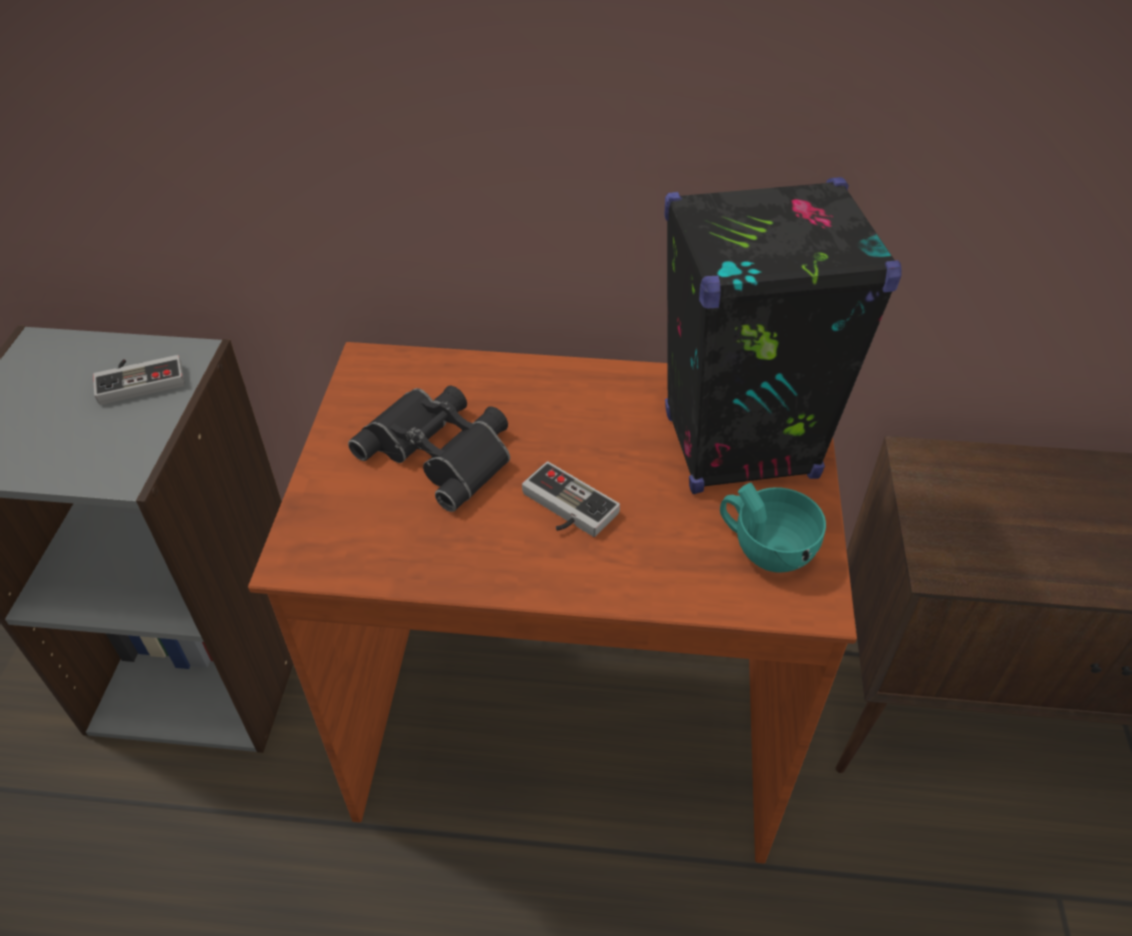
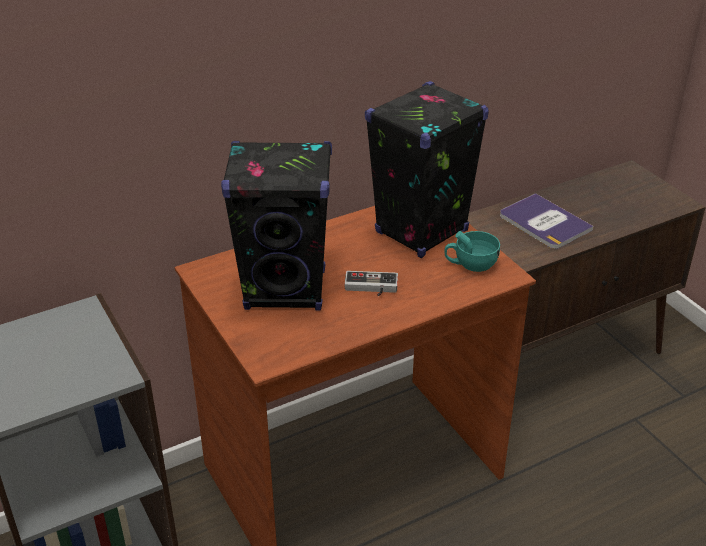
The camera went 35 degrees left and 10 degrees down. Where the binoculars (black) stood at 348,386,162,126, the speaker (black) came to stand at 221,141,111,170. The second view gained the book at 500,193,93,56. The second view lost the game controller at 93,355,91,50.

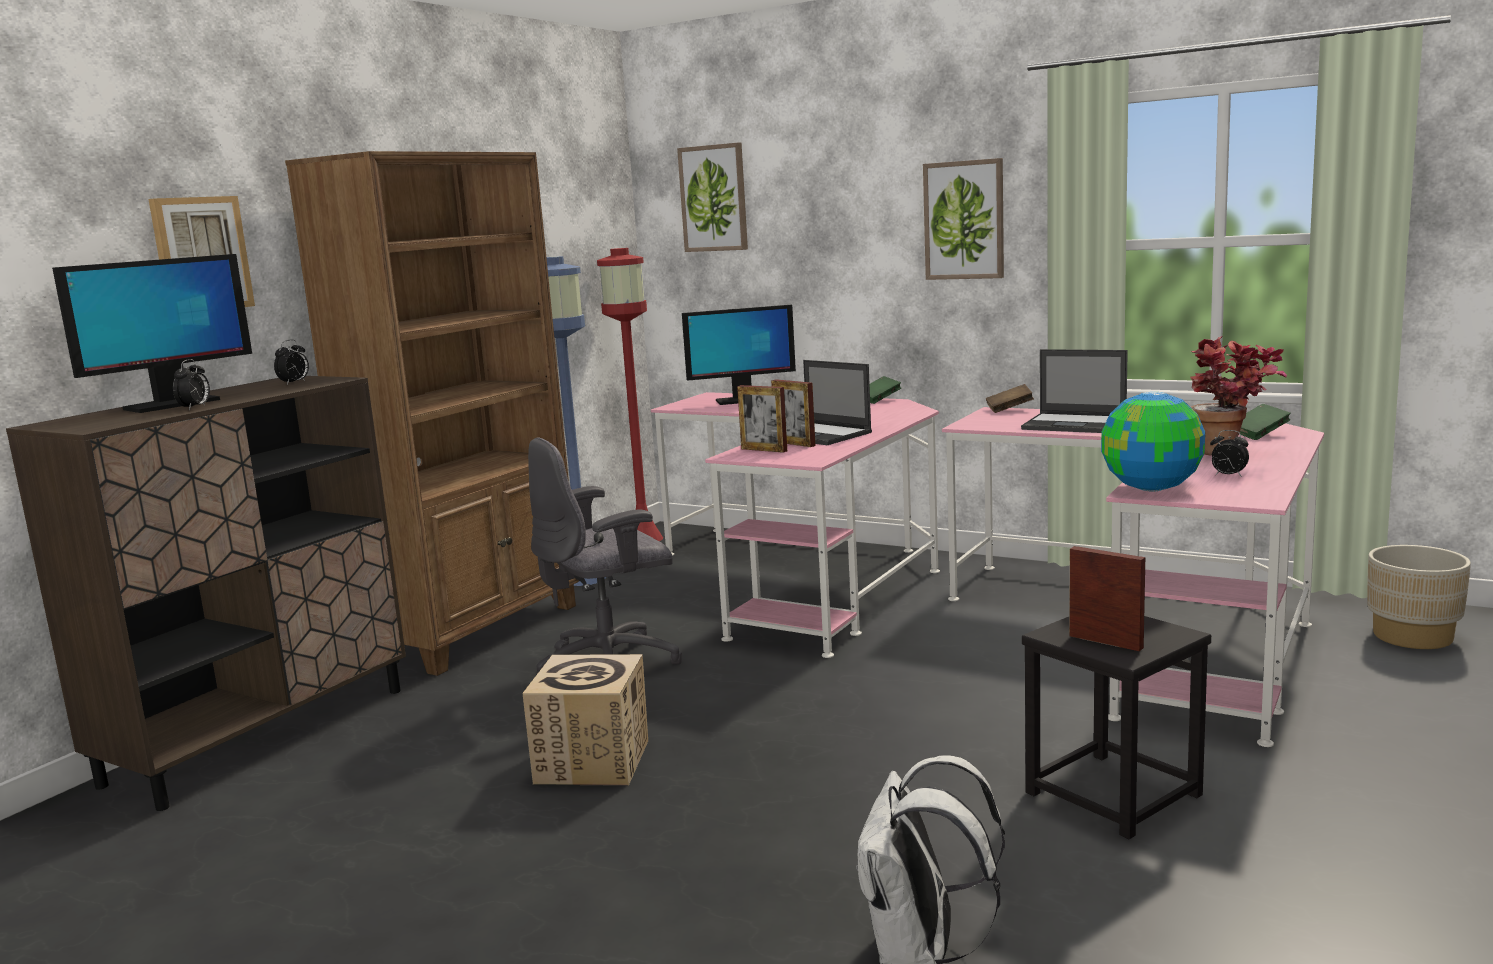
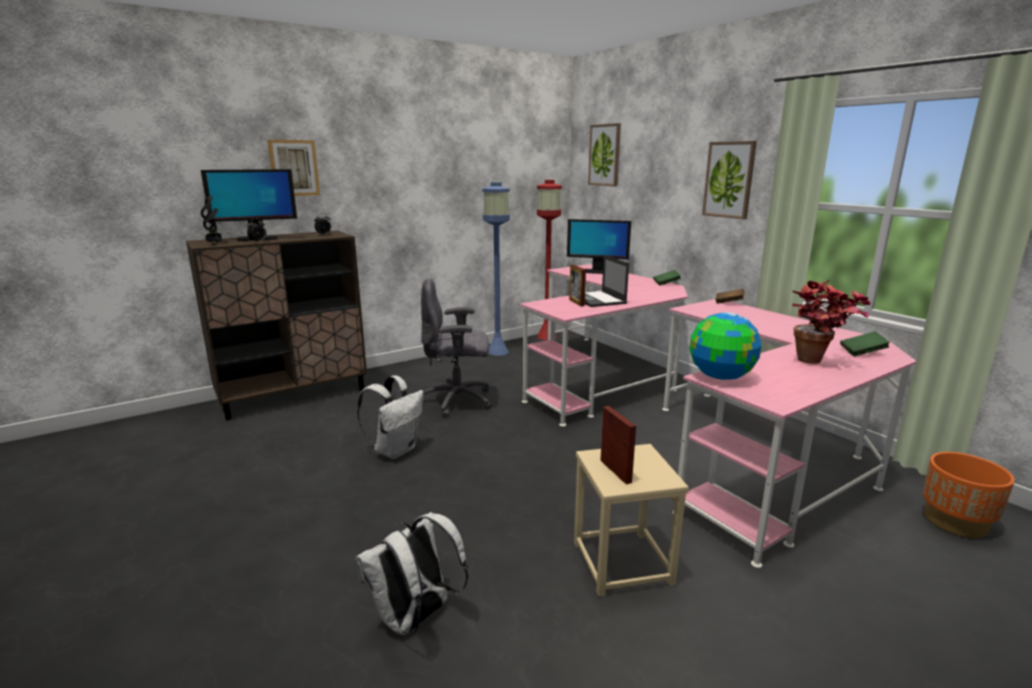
The camera went 25 degrees right and 5 degrees up. The second view gained the potted plant at 201,196,22,48. Where the cardboard box stood at 522,654,126,132, the backpack (white) came to stand at 357,375,67,84. What was the stool (black) at 1022,616,189,223 turned into the stool (beige) at 574,444,115,153. What was the planter (beige) at 1367,545,104,104 turned into the planter (orange) at 923,452,92,86. The second view lost the bookcase (brown) at 285,151,294,525. The second view lost the picture frame at 737,385,50,68. The second view lost the laptop at 1021,349,107,84. The second view lost the alarm clock at 1210,430,39,47.

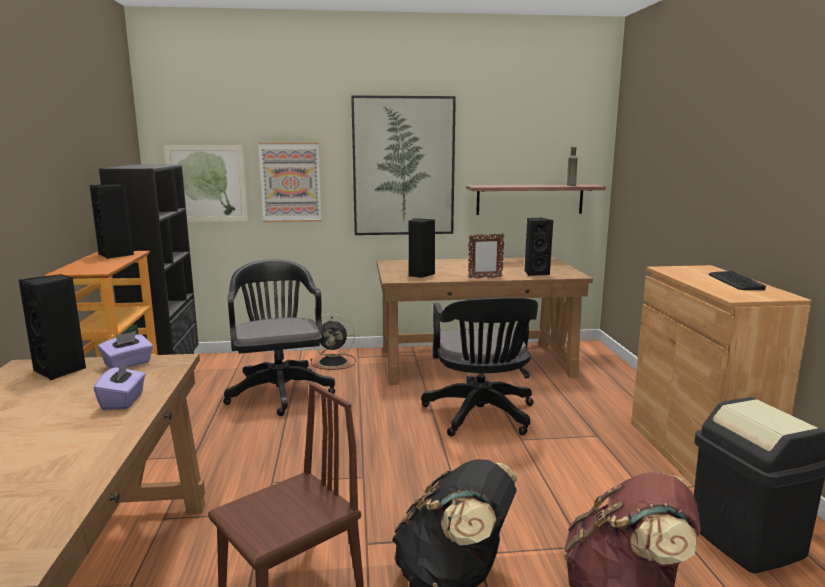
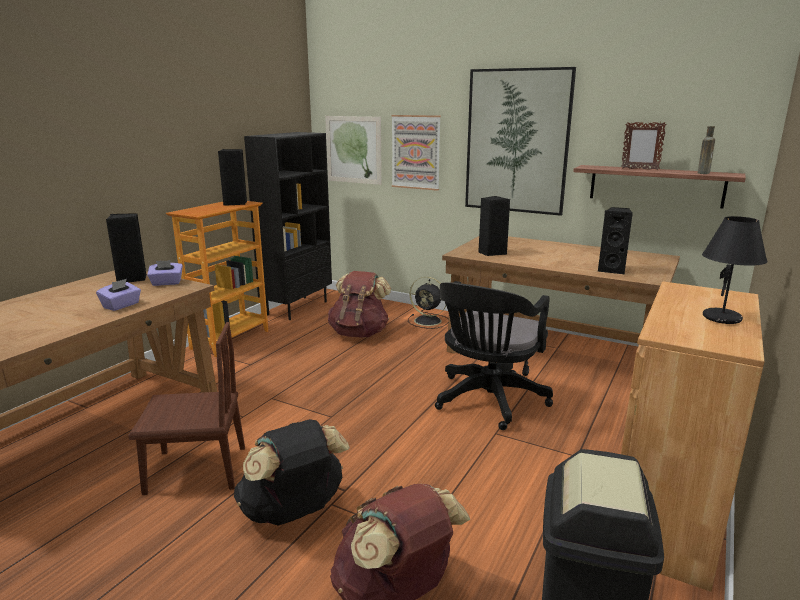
The camera went 35 degrees right and 5 degrees up. Where the office chair (black) stood at 223,259,112,157, the backpack (brown) came to stand at 328,271,63,67. The picture frame ended up elsewhere, having gone from 468,233,37,46 to 621,122,46,48. Where the keyboard stood at 709,271,57,19, the table lamp (black) came to stand at 702,216,65,108.

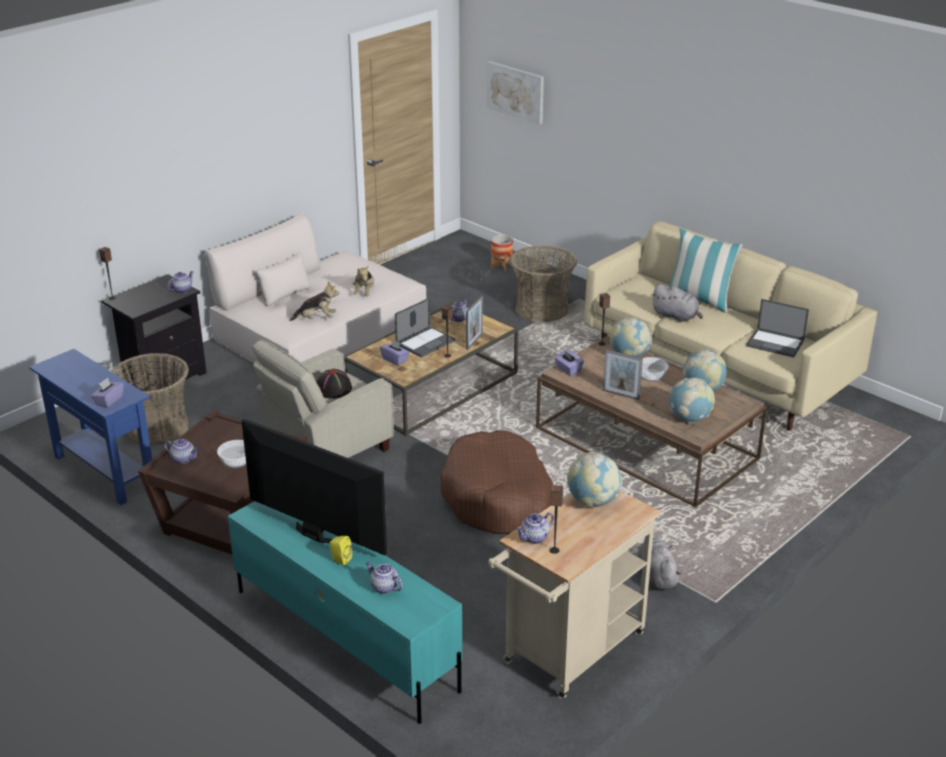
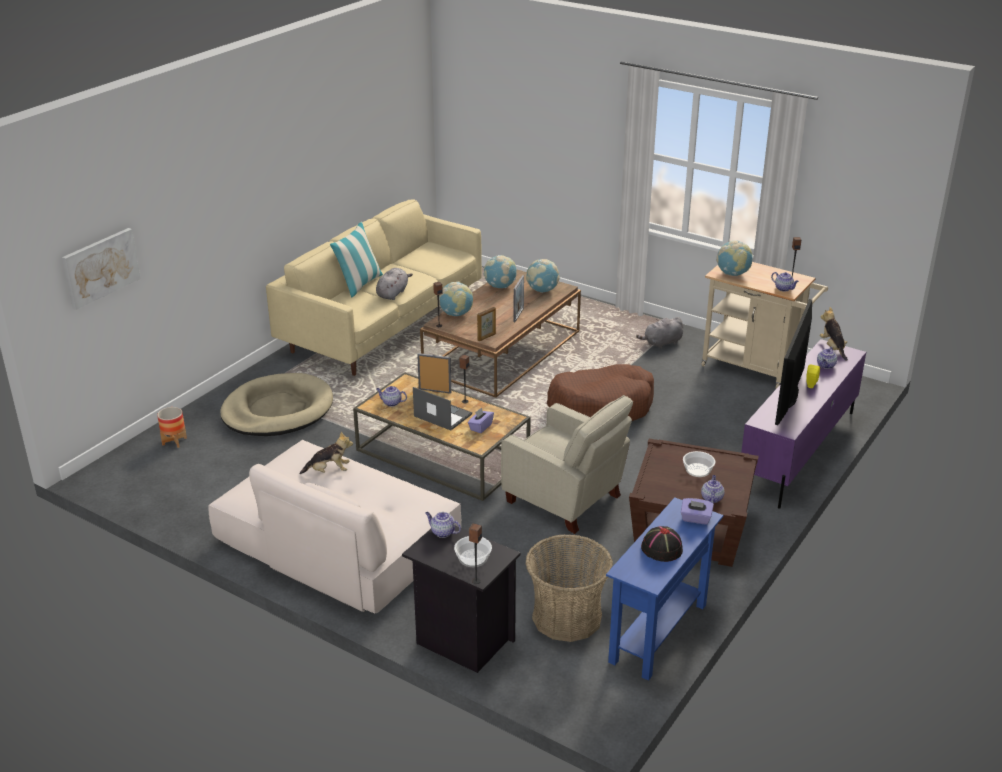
The camera went 100 degrees left and 0 degrees up. Where the basket stood at 510,245,67,77, the dog bed (beige) came to stand at 220,373,113,63. The bowl ended up elsewhere, having gone from 641,357,28,25 to 454,536,38,31. Where the tissue box (purple) stood at 555,350,29,26, the picture frame came to stand at 477,307,19,34. The hat (black) ended up elsewhere, having gone from 317,369,35,30 to 641,526,42,36. What was the tv stand (turquoise) at 228,501,234,223 turned into the tv stand (purple) at 741,339,125,169. The plush toy ended up elsewhere, having gone from 289,281,50,40 to 820,307,28,54. The second view lost the laptop at 746,299,63,59.

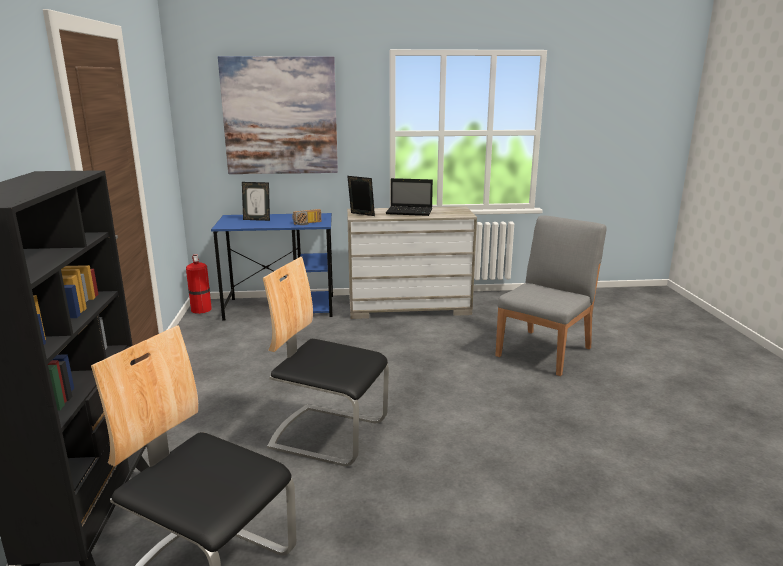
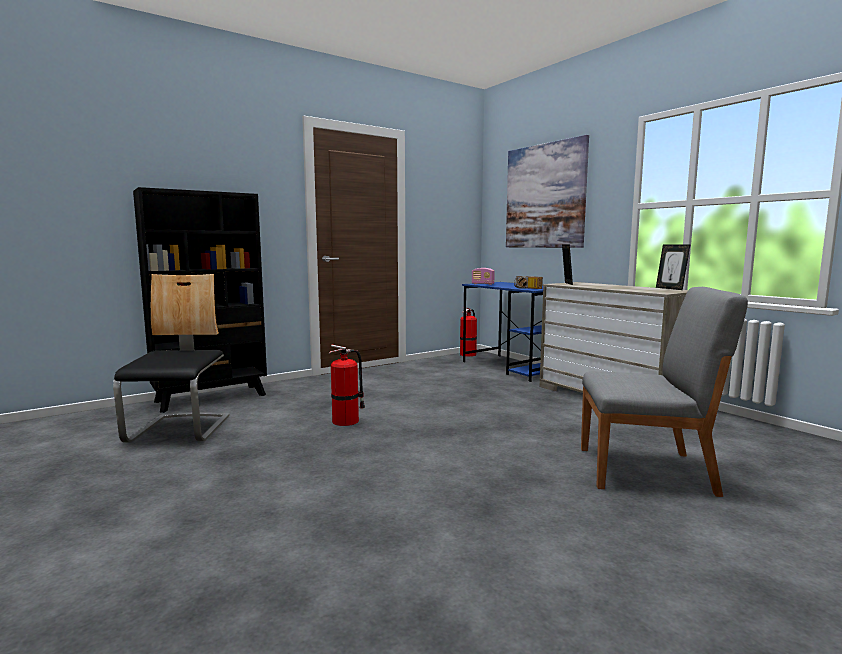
The camera went 60 degrees right and 10 degrees down. Where the chair stood at 263,257,126,209, the fire extinguisher came to stand at 329,345,36,81. The second view gained the radio at 472,268,23,17. The picture frame ended up elsewhere, having gone from 242,182,28,39 to 656,244,35,46. The second view lost the laptop at 386,178,47,38.

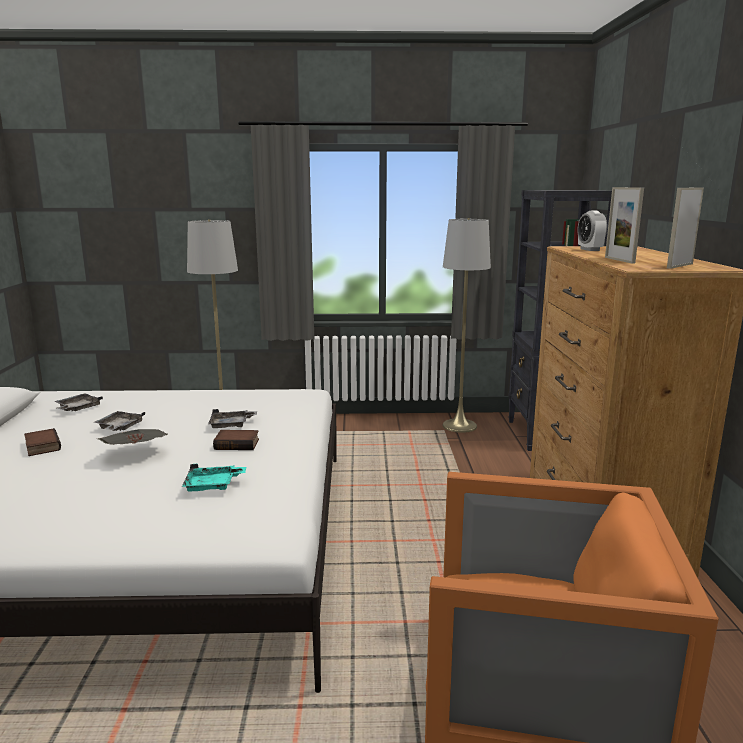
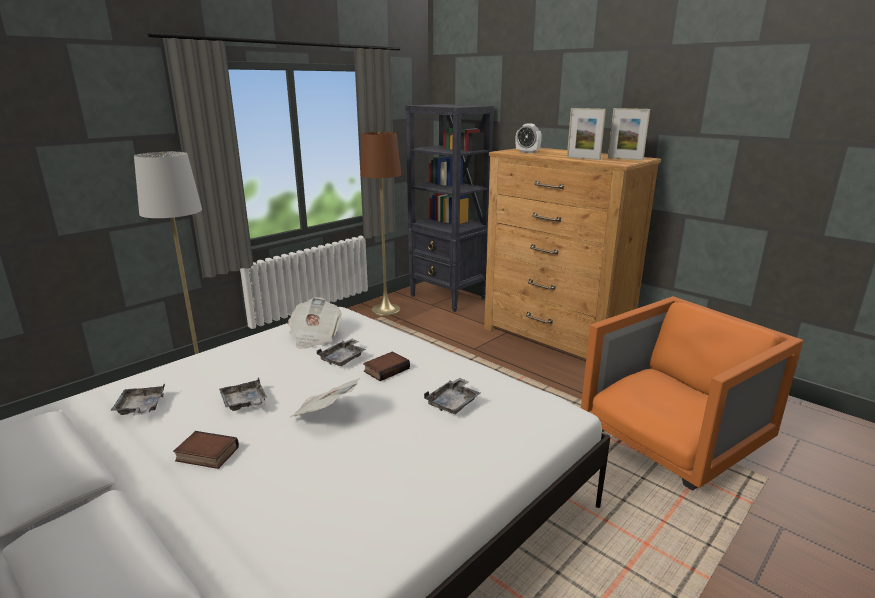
The camera went 45 degrees left and 5 degrees up. The second view gained the newspaper at 288,297,54,52. What was the floor lamp (grey) at 443,218,48,215 turned into the floor lamp (brown) at 360,132,41,184. What was the tray (turquoise) at 182,464,64,27 turned into the tray (grey) at 424,378,56,36. The picture frame at 667,188,37,81 ended up facing another way, 60 degrees counterclockwise from before.

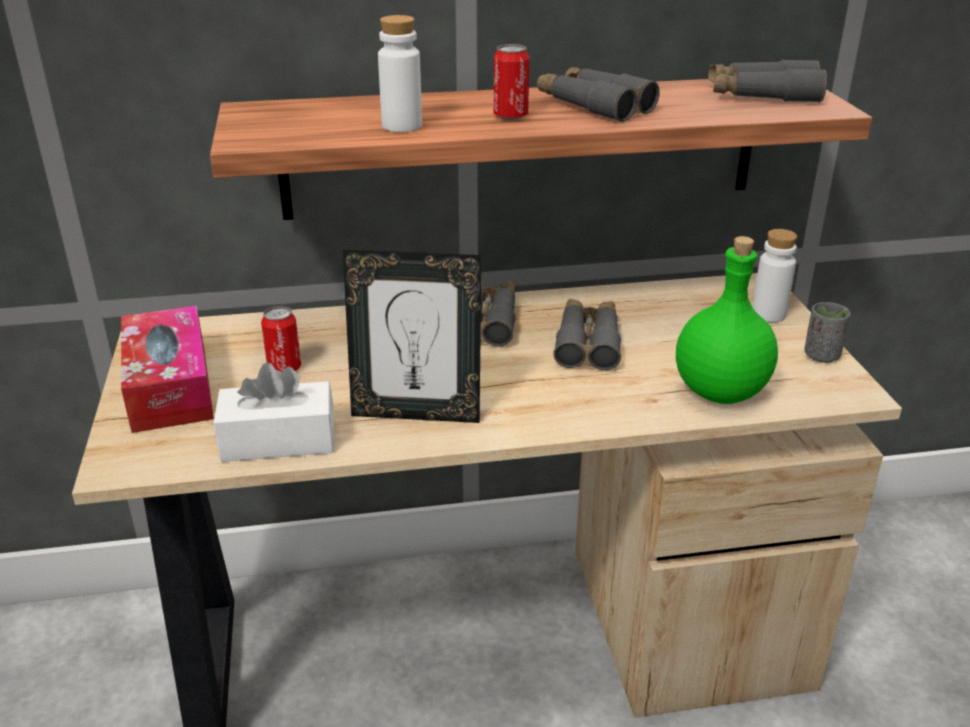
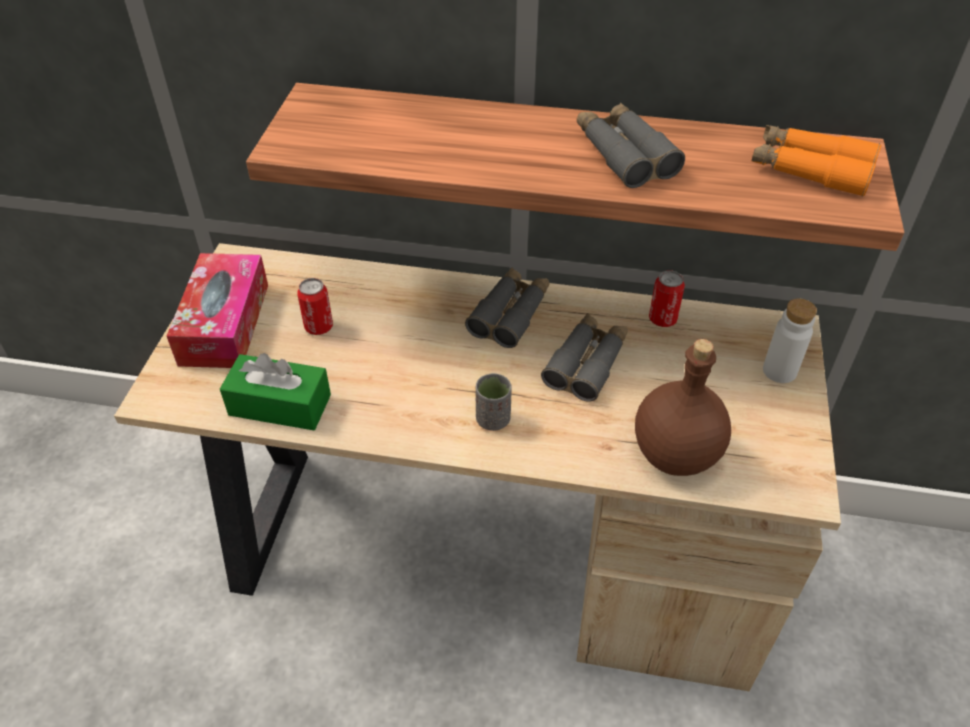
The camera went 20 degrees right and 15 degrees up. What was the tissue box (white) at 213,362,121,100 turned into the tissue box (green) at 220,353,111,77. The cup (grey) ended up elsewhere, having gone from 804,302,47,61 to 476,373,36,58. What was the bottle (green) at 676,236,102,168 turned into the bottle (brown) at 635,339,96,137. The can ended up elsewhere, having gone from 494,44,36,76 to 649,270,36,57. What was the binoculars (grey) at 708,59,119,44 turned into the binoculars (orange) at 752,125,129,72. The second view lost the picture frame at 343,250,138,173. The second view lost the bottle (white) at 378,15,44,117.

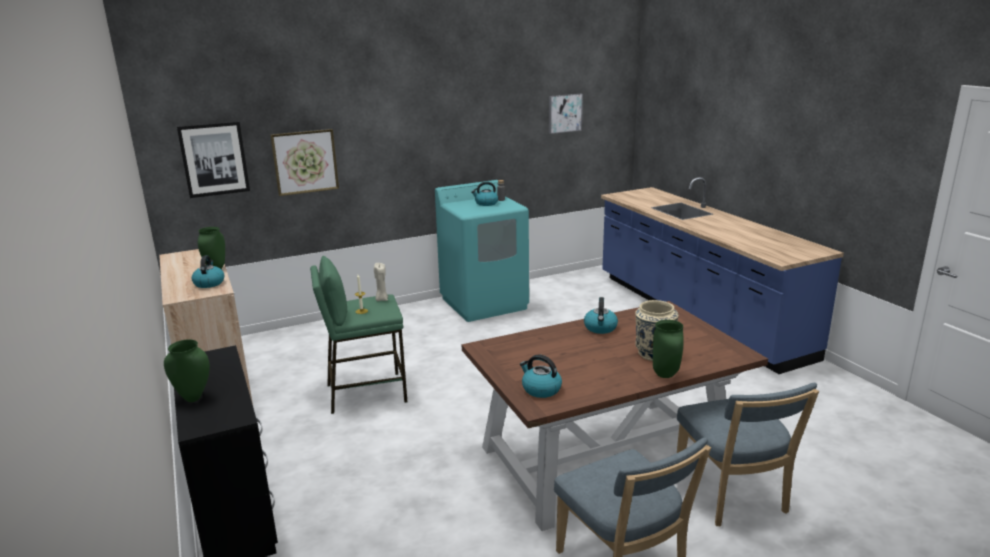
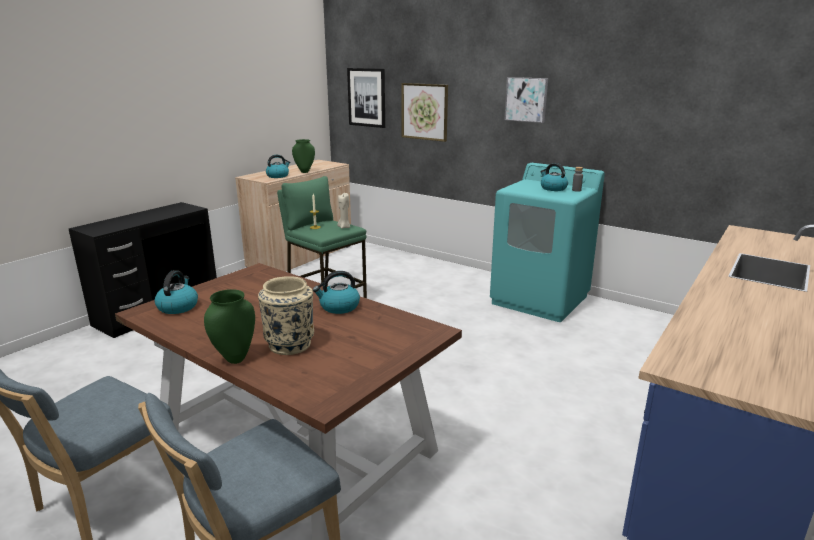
The camera went 60 degrees right and 0 degrees up. The picture ended up elsewhere, having gone from 549,94,34,40 to 504,77,44,46. The second view lost the vase (green) at 164,339,46,63.

